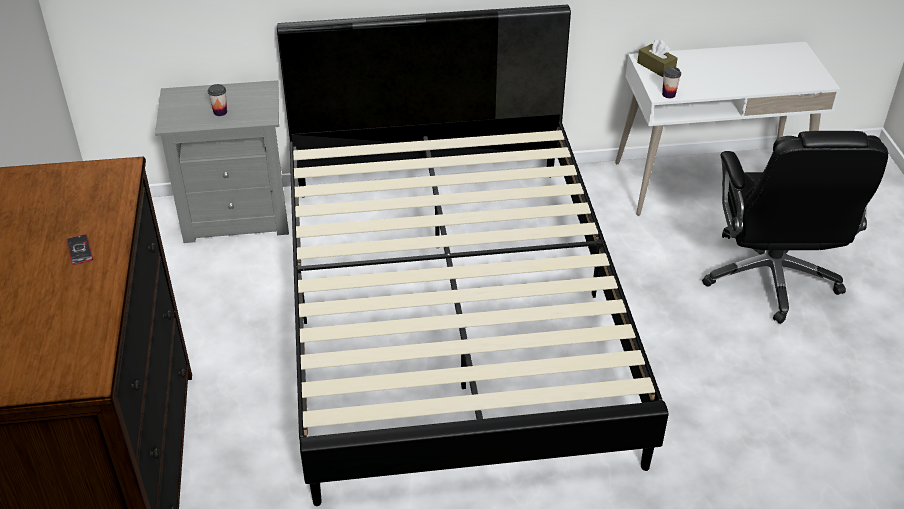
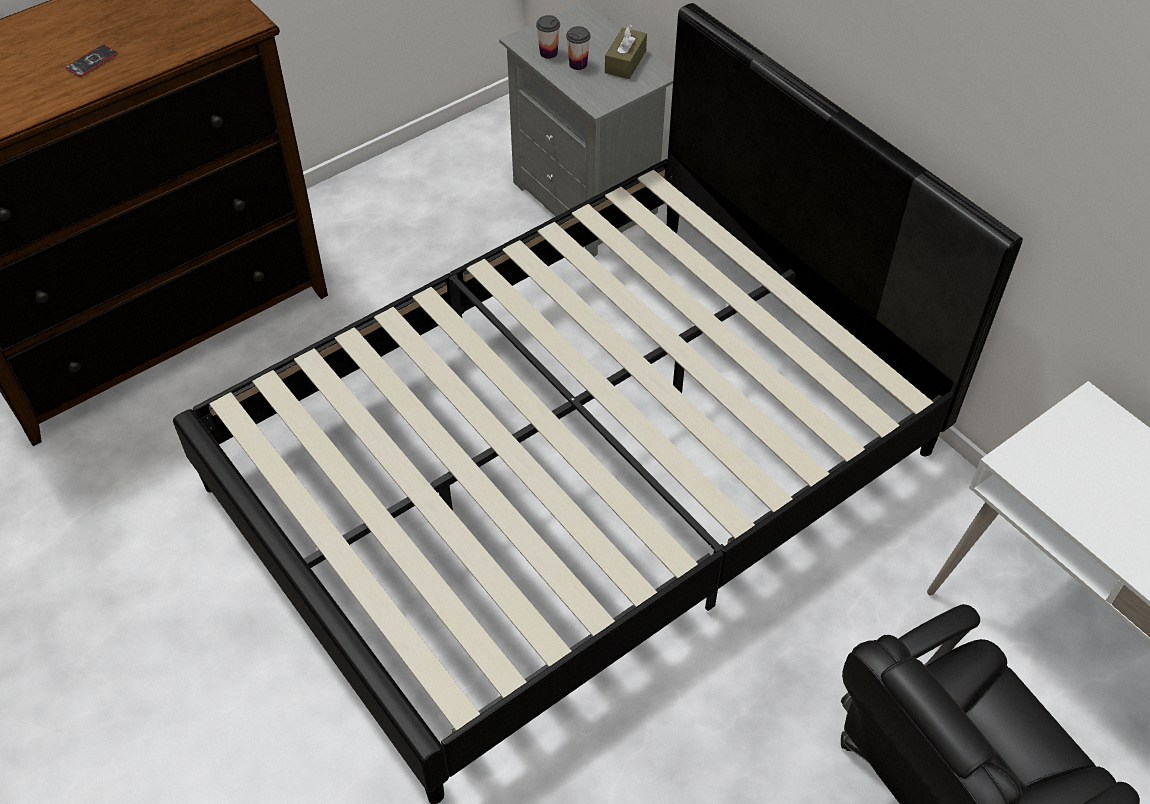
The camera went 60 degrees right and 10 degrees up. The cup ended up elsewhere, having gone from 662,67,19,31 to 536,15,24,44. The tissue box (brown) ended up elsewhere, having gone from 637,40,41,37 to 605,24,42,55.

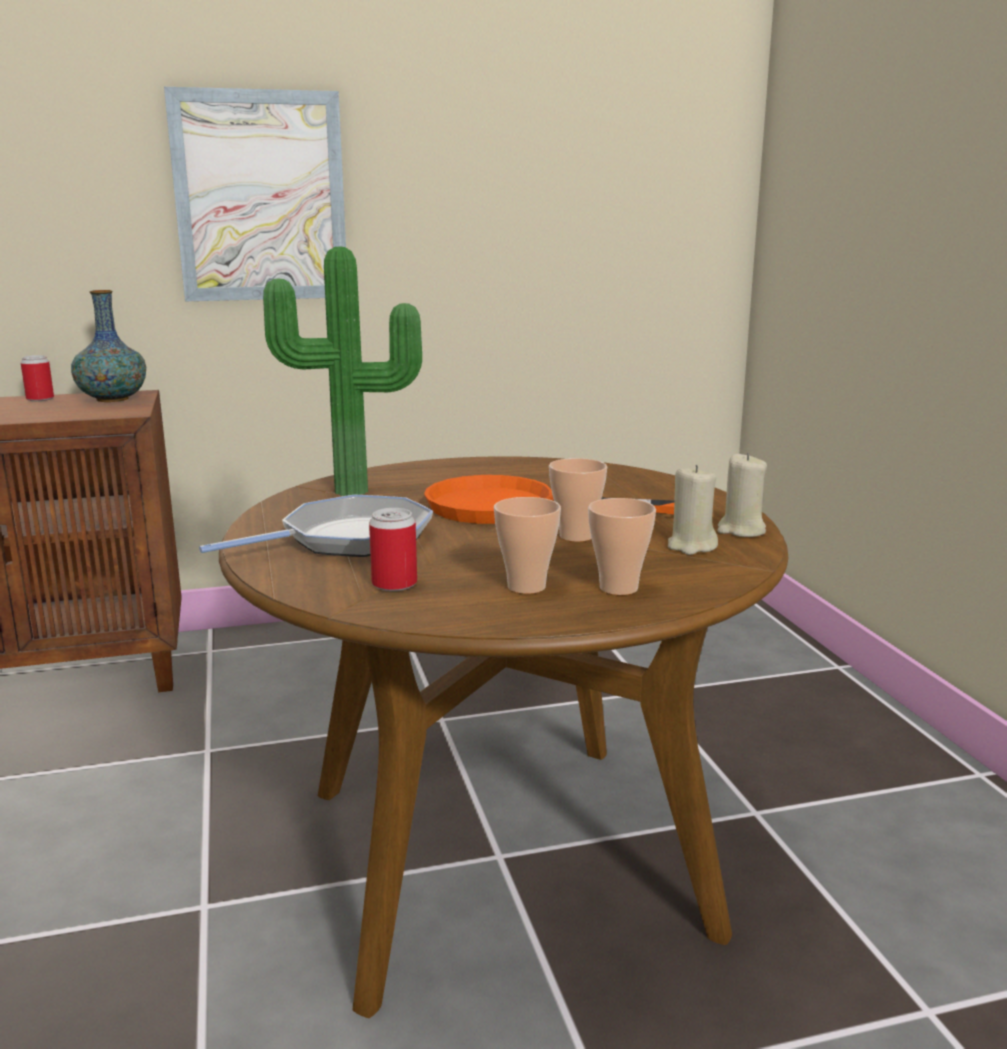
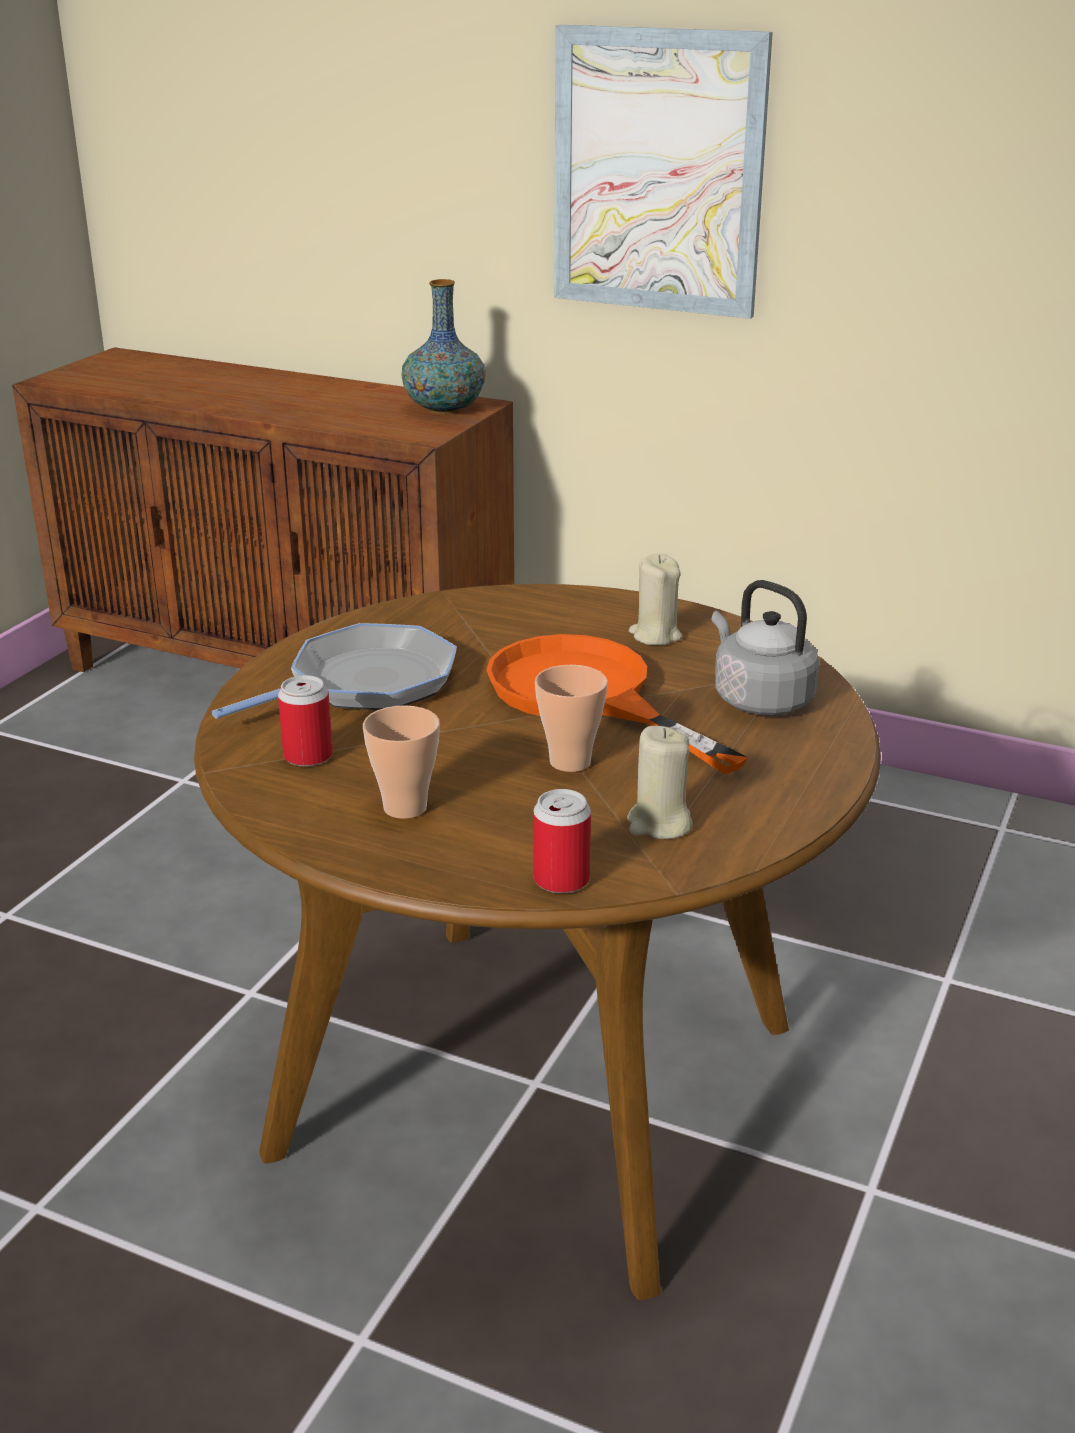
The camera went 40 degrees right and 10 degrees up. The frying pan at 199,495,234,62 ended up facing another way, 45 degrees counterclockwise from before. The can ended up elsewhere, having gone from 21,355,33,46 to 533,789,58,104. The candle (beige) ended up elsewhere, having gone from 717,452,50,85 to 629,553,53,92. The second view gained the kettle (grey) at 712,580,107,135. The second view lost the potted plant at 263,246,159,250. The second view lost the cup at 588,498,68,97.

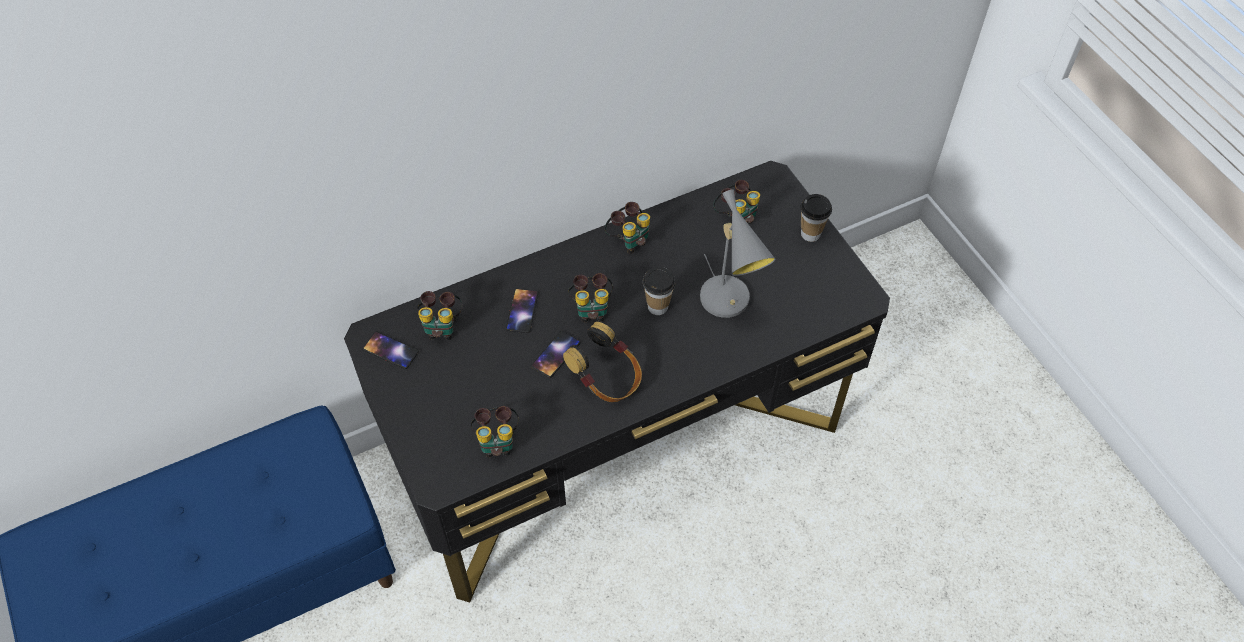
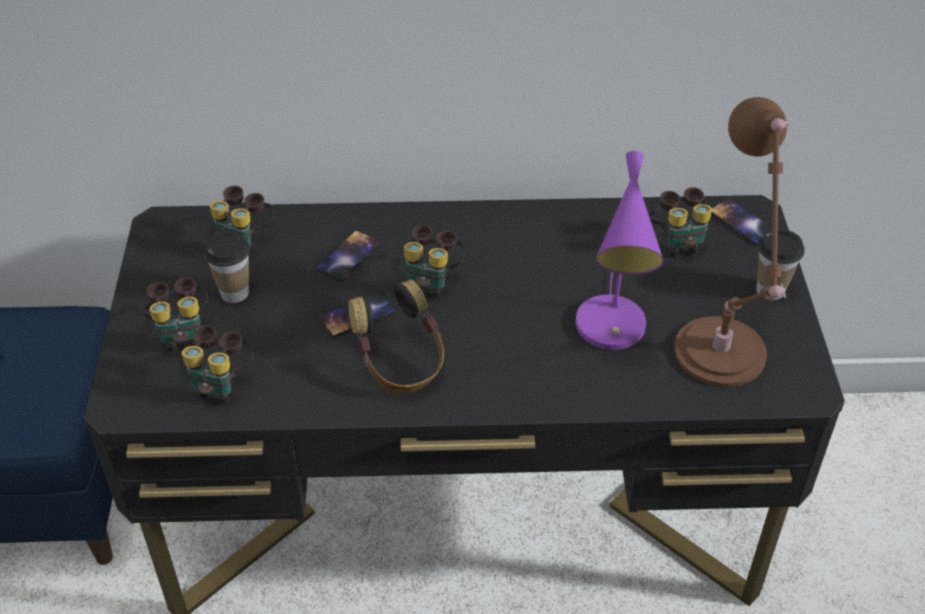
The camera went 25 degrees right and 10 degrees down. The binoculars ended up elsewhere, having gone from 604,202,46,52 to 143,277,65,76. The cup ended up elsewhere, having gone from 642,267,34,48 to 204,231,46,72. What was the table lamp (grey) at 700,189,75,129 turned into the table lamp (purple) at 576,151,88,199. The second view gained the table lamp (brown) at 674,97,116,290. The phone ended up elsewhere, having gone from 363,331,56,38 to 711,198,61,47.

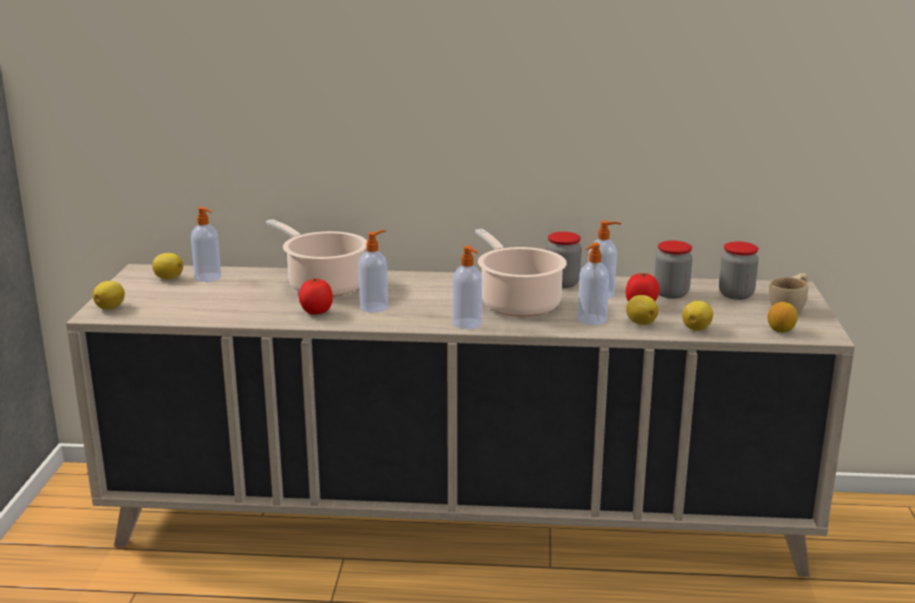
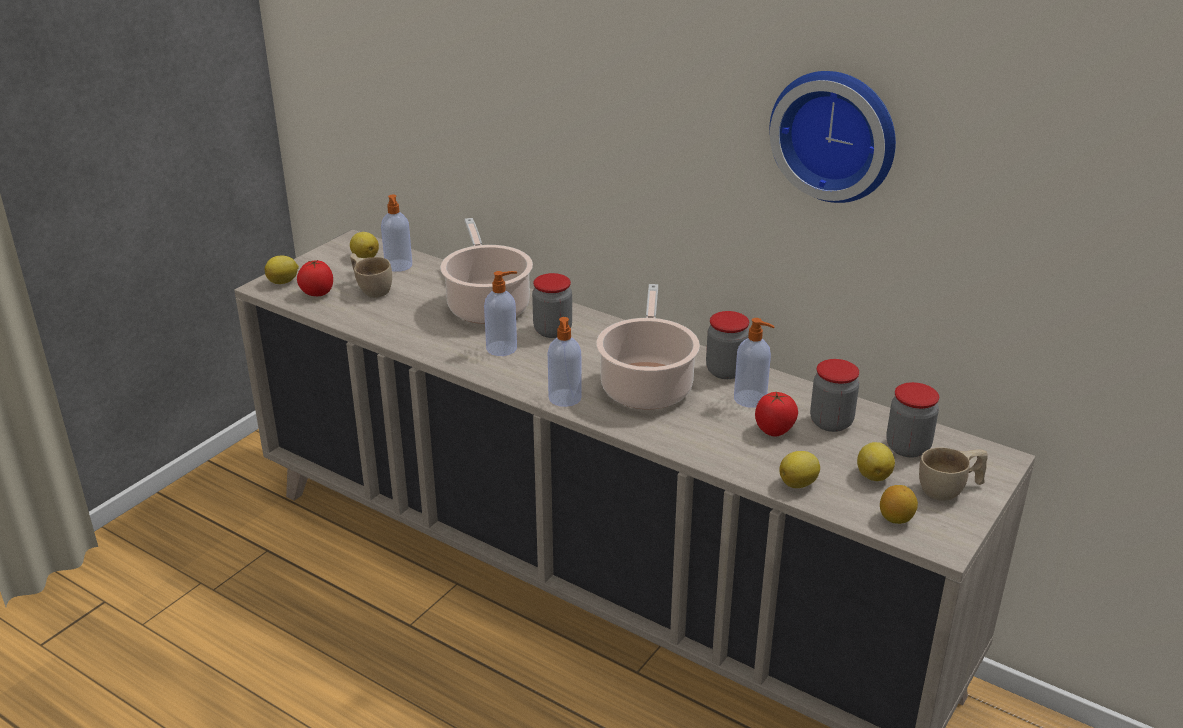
The camera went 30 degrees right and 10 degrees up. The tomato ended up elsewhere, having gone from 299,278,34,37 to 297,259,36,37. The second view gained the cup (beige) at 350,253,42,45. The second view gained the jar at 532,273,40,65. The second view gained the wall clock at 769,71,127,132. The lemon ended up elsewhere, having gone from 626,295,32,30 to 857,442,38,39. The second view lost the soap dispenser at 578,242,31,83.

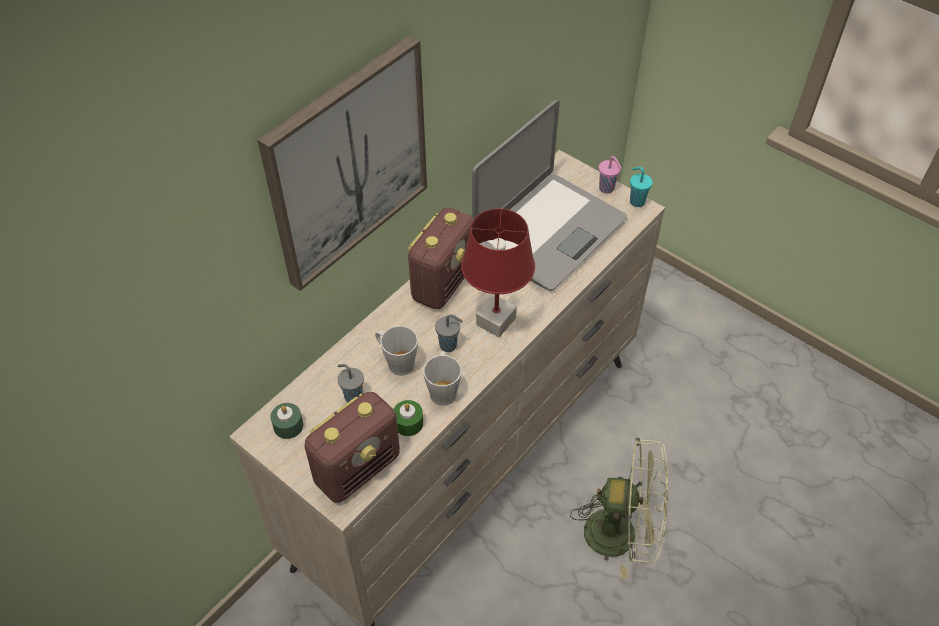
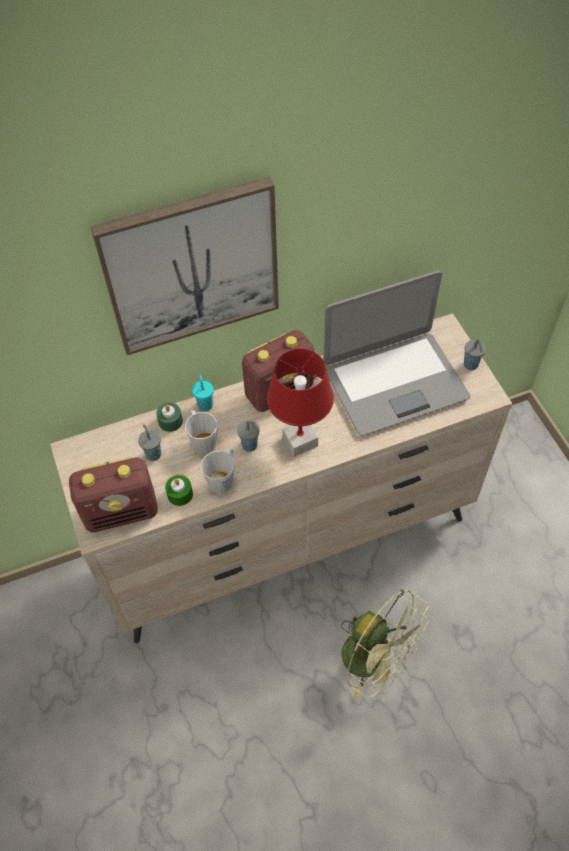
The camera went 30 degrees right and 5 degrees up. The candle (green) ended up elsewhere, having gone from 270,403,33,36 to 156,403,27,29. The cup (turquoise) ended up elsewhere, having gone from 630,167,23,40 to 192,375,22,36. What was the cup (pink) at 599,156,23,37 turned into the cup (grey) at 464,339,22,31.

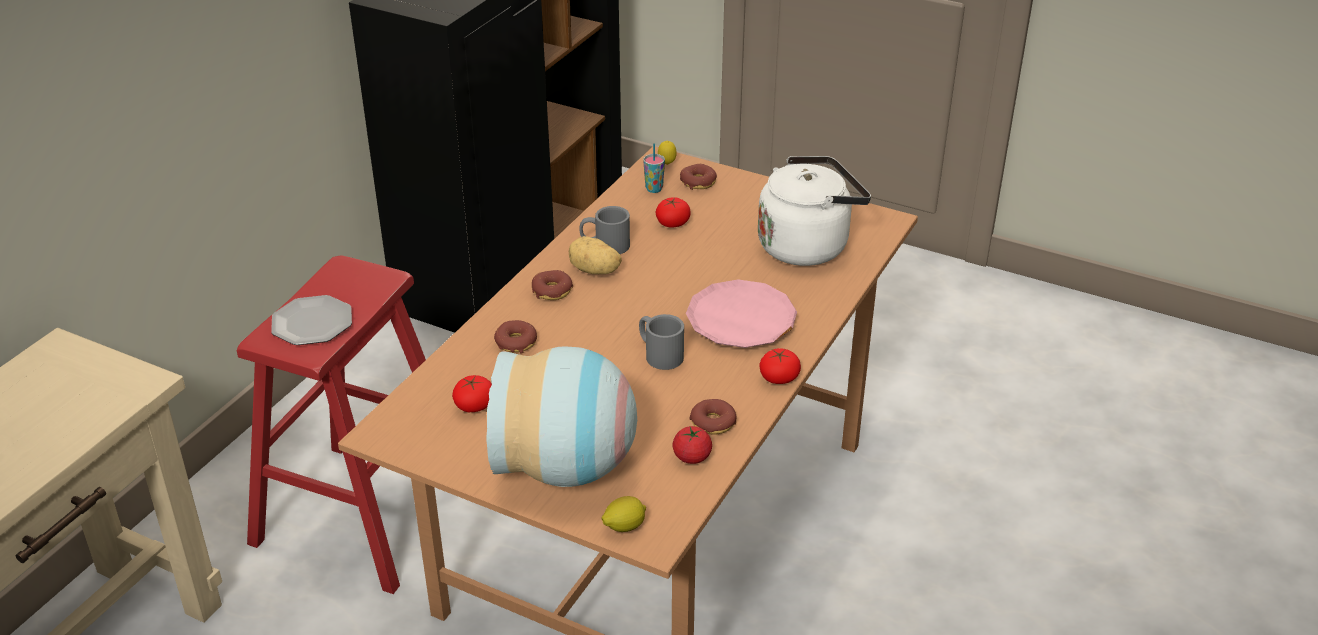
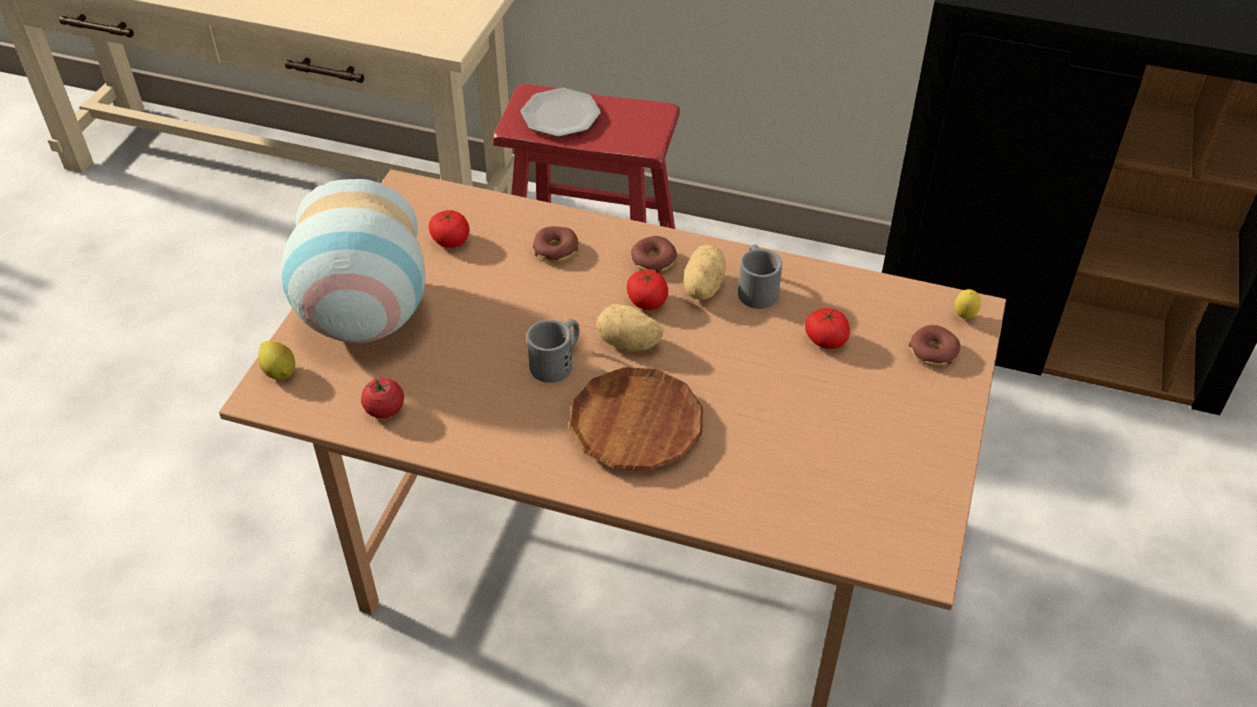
The camera went 80 degrees right and 10 degrees up. What was the plate (pink) at 686,280,111,68 turned into the plate (brown) at 569,367,134,104. The second view gained the potato at 596,304,67,47. The tomato ended up elsewhere, having gone from 759,348,42,36 to 627,270,41,40. The second view lost the cup at 643,143,22,50. The second view lost the donut at 689,399,47,36. The second view lost the kettle (white) at 758,156,113,110.

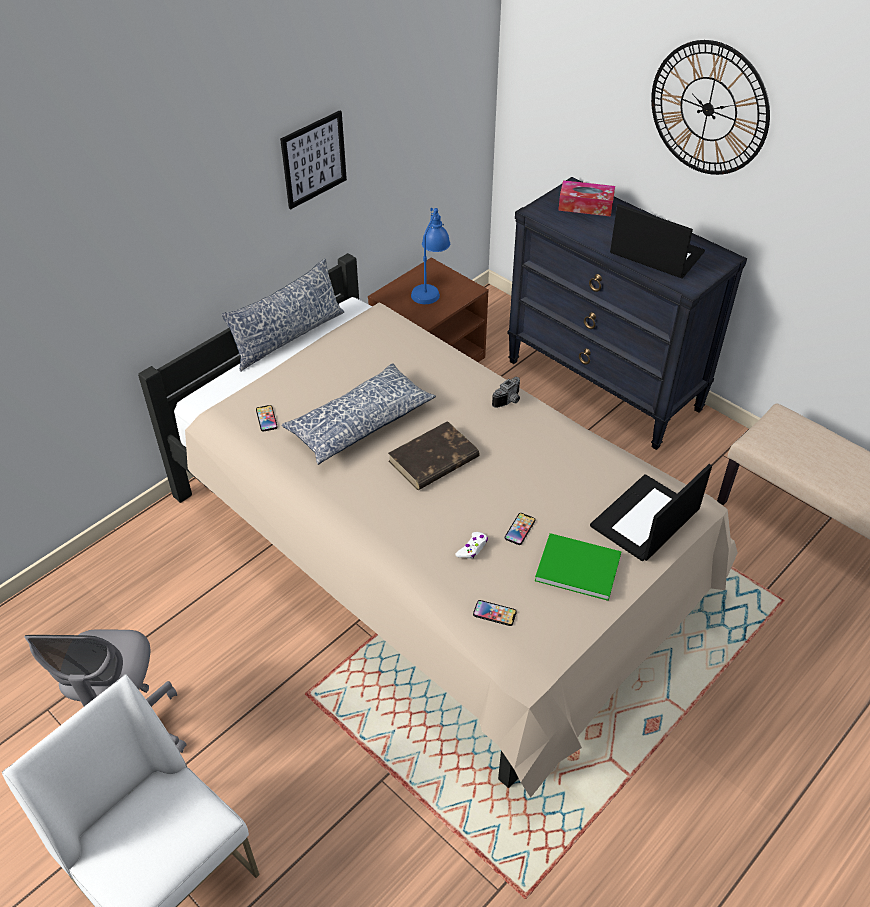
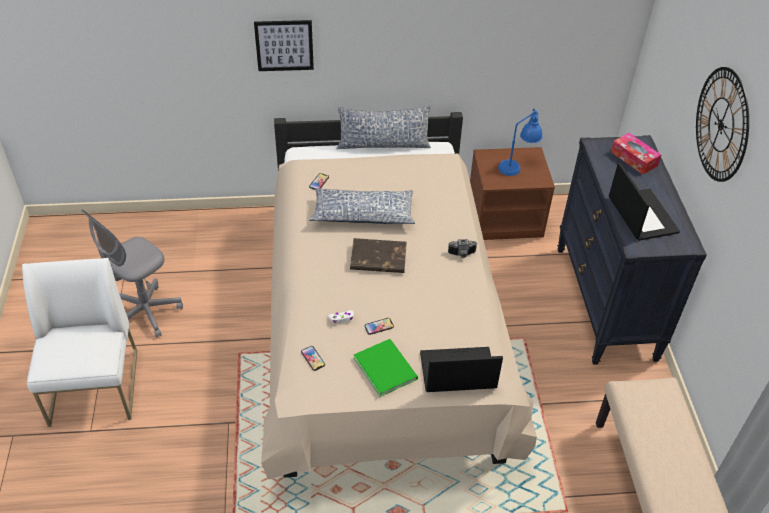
The camera went 40 degrees right and 0 degrees up. The picture ended up elsewhere, having gone from 280,110,67,99 to 254,20,60,51.

